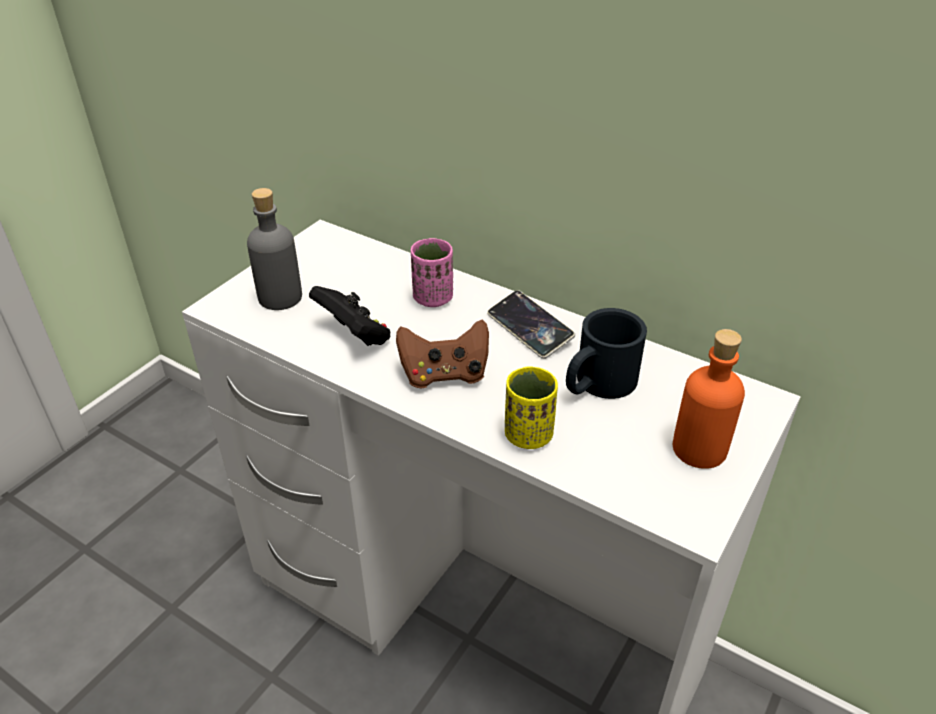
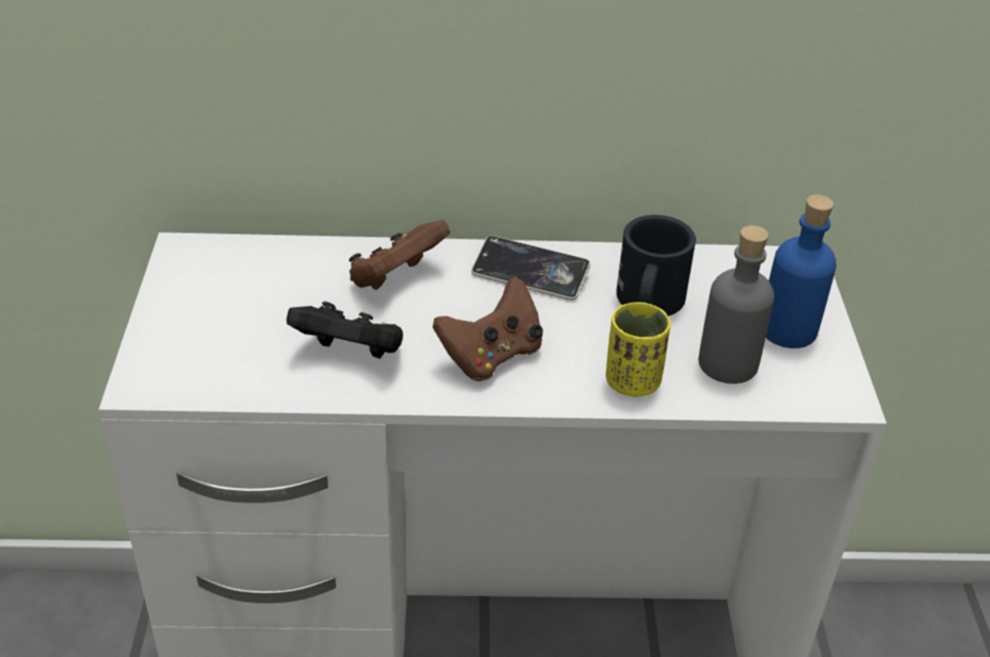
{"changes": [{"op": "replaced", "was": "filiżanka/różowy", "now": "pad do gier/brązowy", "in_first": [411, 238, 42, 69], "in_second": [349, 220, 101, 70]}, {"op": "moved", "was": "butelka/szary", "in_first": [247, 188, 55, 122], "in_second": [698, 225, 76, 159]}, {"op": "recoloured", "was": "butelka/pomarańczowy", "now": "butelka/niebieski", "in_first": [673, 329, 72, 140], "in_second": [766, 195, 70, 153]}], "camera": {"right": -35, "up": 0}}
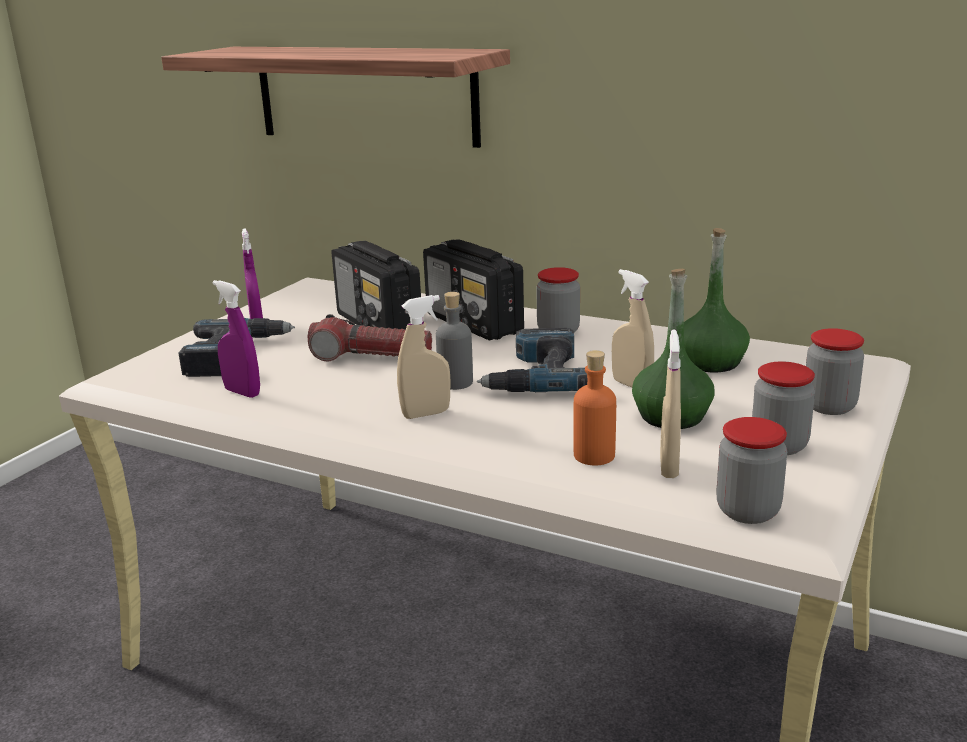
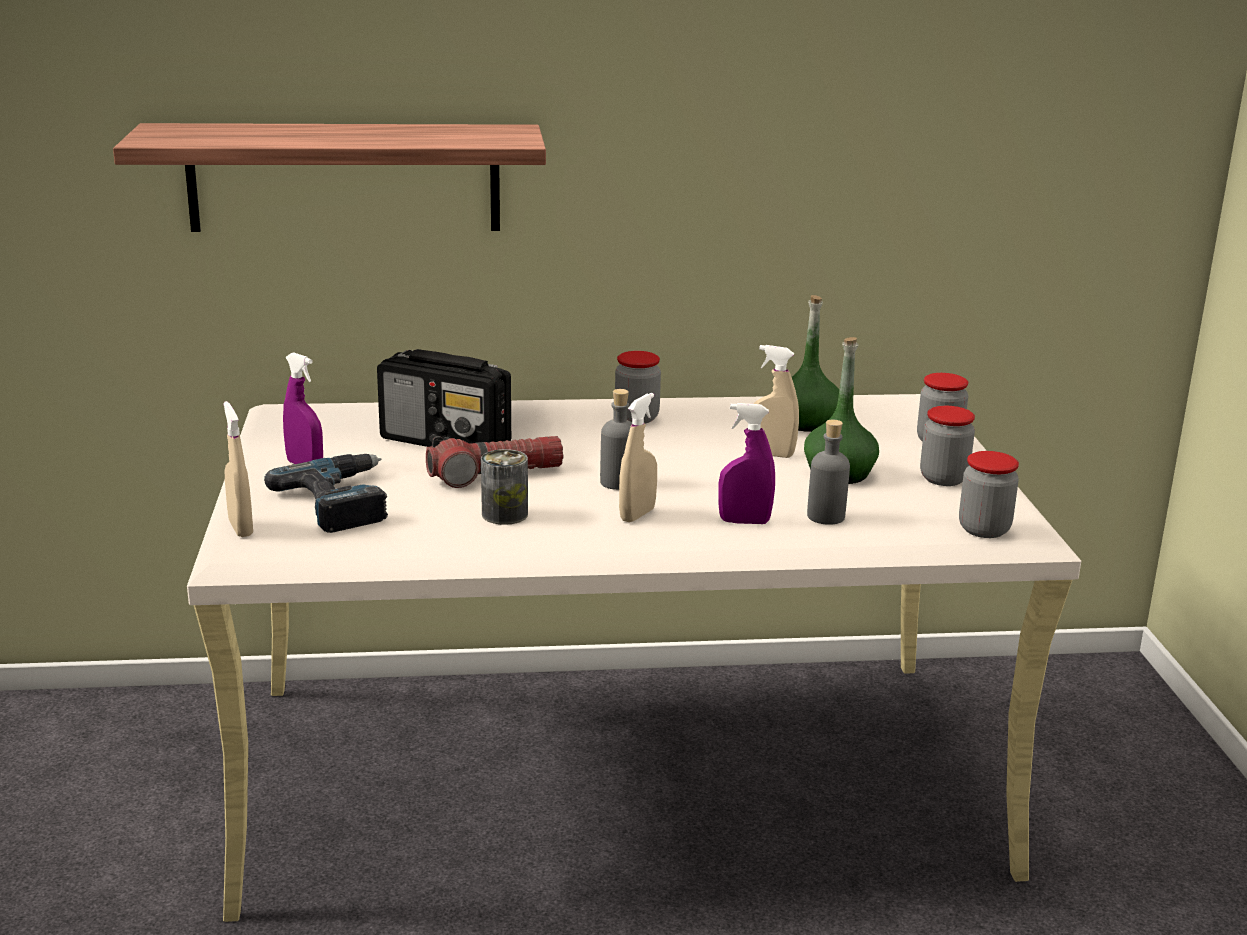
{"changes": [{"op": "moved", "was": "spryskiwacz/beżowy", "in_first": [660, 329, 21, 149], "in_second": [223, 401, 30, 136]}, {"op": "added", "now": "puszka", "in_second": [481, 449, 47, 76]}, {"op": "moved", "was": "spryskiwacz/fioletowy", "in_first": [213, 280, 47, 118], "in_second": [718, 403, 57, 121]}, {"op": "recoloured", "was": "butelka/pomarańczowy", "now": "butelka/szary", "in_first": [573, 350, 43, 115], "in_second": [807, 420, 43, 105]}, {"op": "removed", "was": "radio", "in_first": [423, 239, 101, 101]}, {"op": "removed", "was": "wiertarka", "in_first": [477, 328, 110, 64]}], "camera": {"right": -35, "up": 0}}
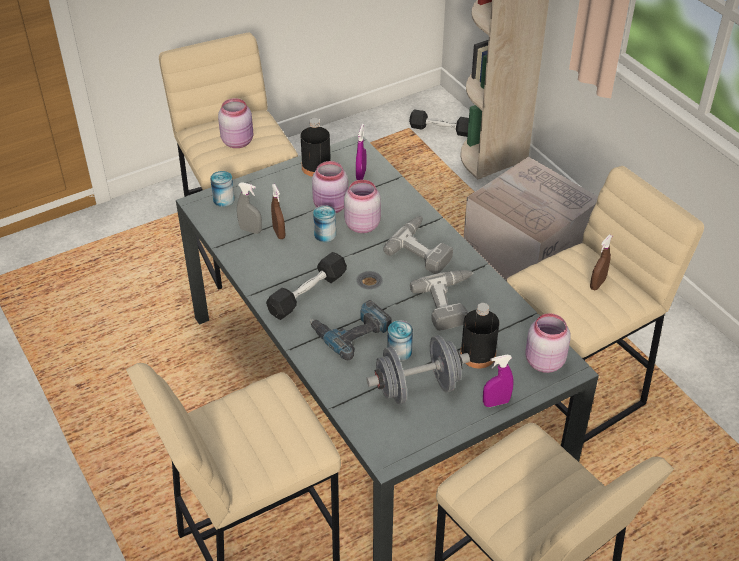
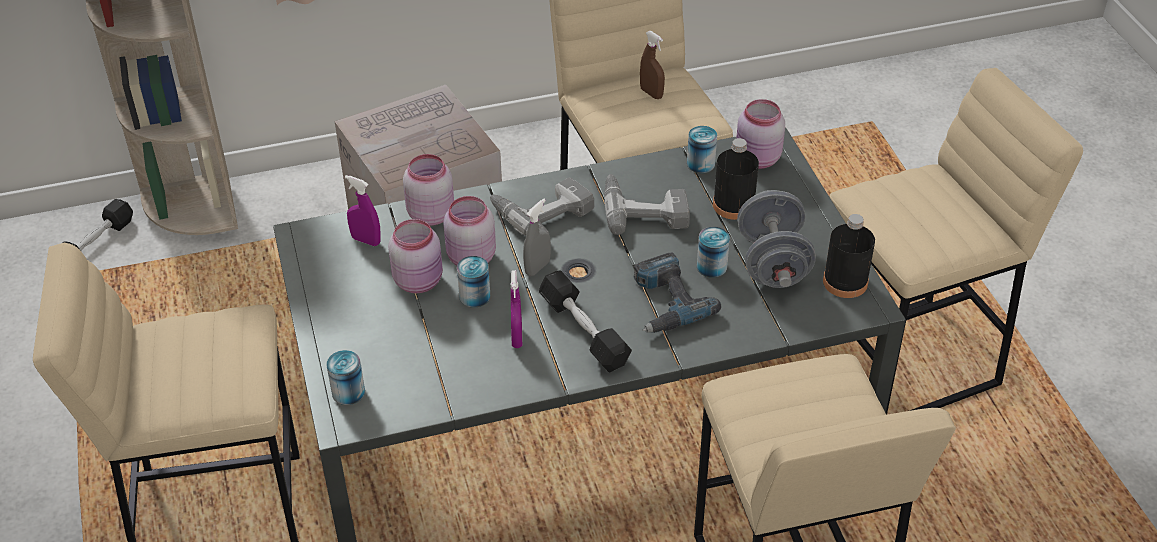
{"changes": [{"op": "moved", "was": "słoik/różowy", "in_first": [218, 98, 35, 50], "in_second": [403, 154, 51, 72]}, {"op": "moved", "was": "spryskiwacz/fioletowy", "in_first": [483, 355, 31, 52], "in_second": [511, 270, 11, 78]}, {"op": "moved", "was": "spryskiwacz/szary", "in_first": [237, 182, 25, 52], "in_second": [523, 199, 28, 77]}, {"op": "added", "now": "puszka", "in_second": [687, 126, 30, 47]}, {"op": "moved", "was": "butelka/czarny", "in_first": [300, 118, 31, 59], "in_second": [823, 214, 52, 84]}, {"op": "removed", "was": "spryskiwacz/brązowy", "in_first": [271, 184, 14, 55]}], "camera": {"right": -75, "up": 0}}
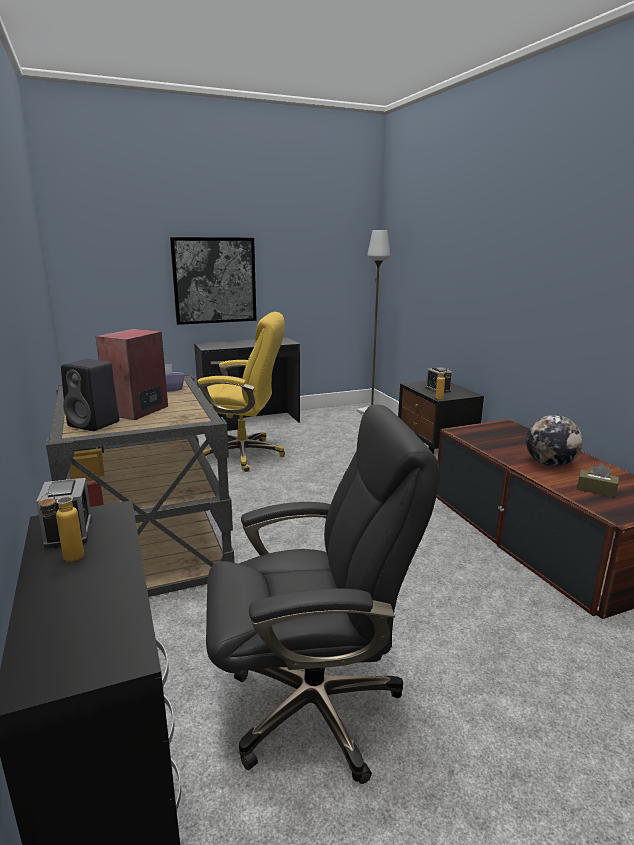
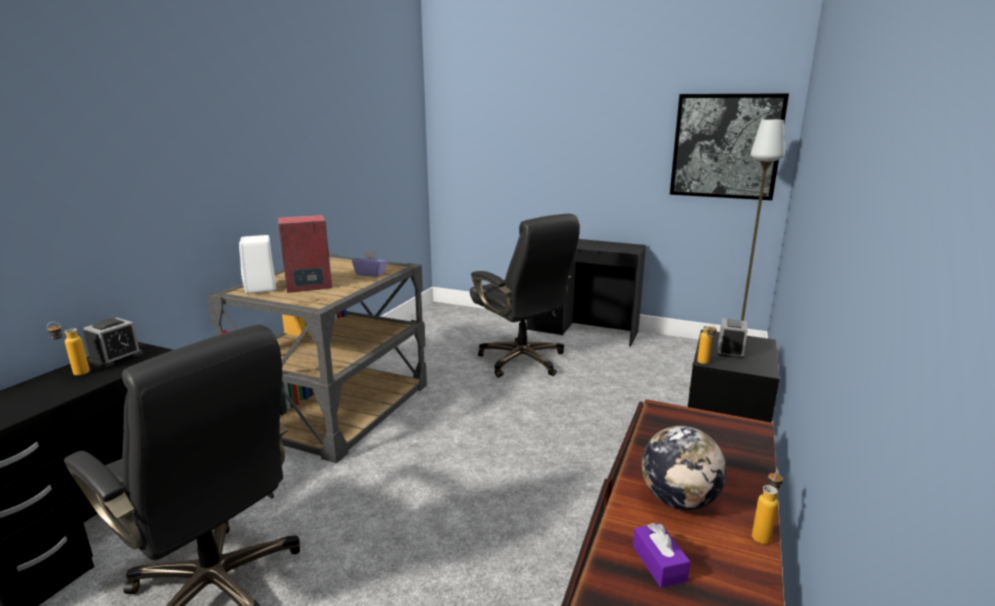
{"changes": [{"op": "recoloured", "was": "głośnik/czarny", "now": "głośnik/biały", "in_first": [61, 359, 58, 72], "in_second": [239, 235, 37, 59]}, {"op": "recoloured", "was": "krzesło biurowe/żółty", "now": "krzesło biurowe/czarny", "in_first": [197, 312, 88, 160], "in_second": [470, 214, 110, 164]}, {"op": "recoloured", "was": "pudełko chusteczek/brązowy", "now": "pudełko chusteczek/fioletowy", "in_first": [577, 463, 42, 35], "in_second": [633, 523, 58, 65]}, {"op": "moved", "was": "obraz", "in_first": [170, 237, 87, 88], "in_second": [670, 93, 119, 107]}, {"op": "added", "now": "butelka", "in_second": [752, 469, 31, 75]}], "camera": {"right": 45, "up": 0}}
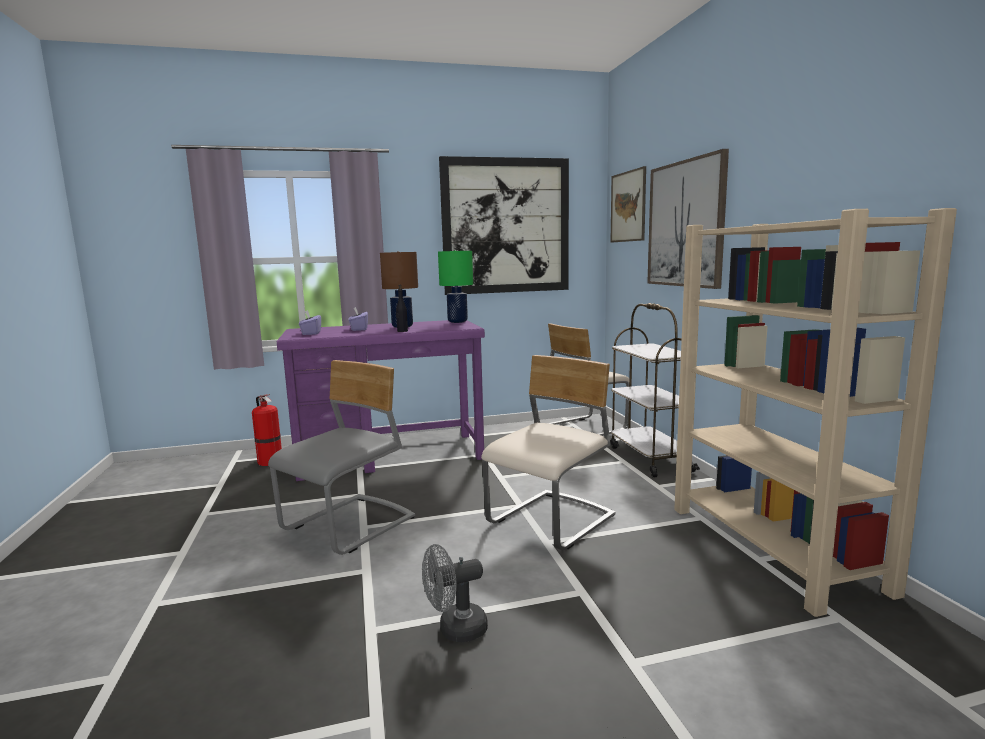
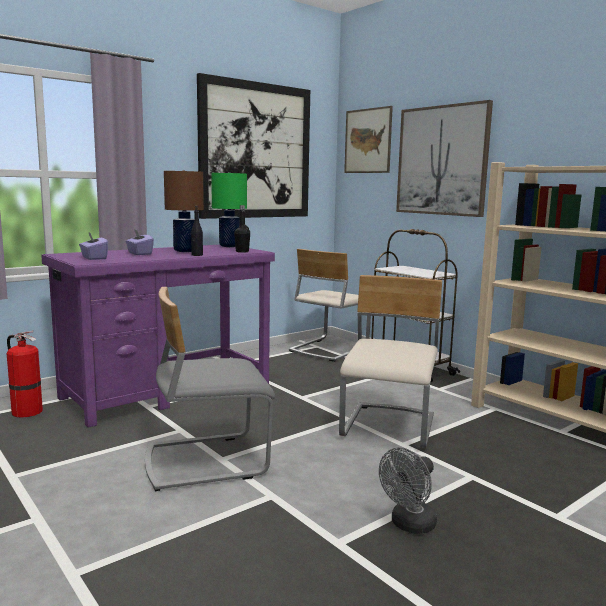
{"changes": [{"op": "turned", "was": "krzesło/szary", "in_first": [268, 360, 147, 195], "in_second": [145, 287, 130, 204], "clockwise": -120}, {"op": "added", "now": "butelka/czarny", "in_second": [234, 205, 16, 48]}], "camera": {"right": -25, "up": 0}}
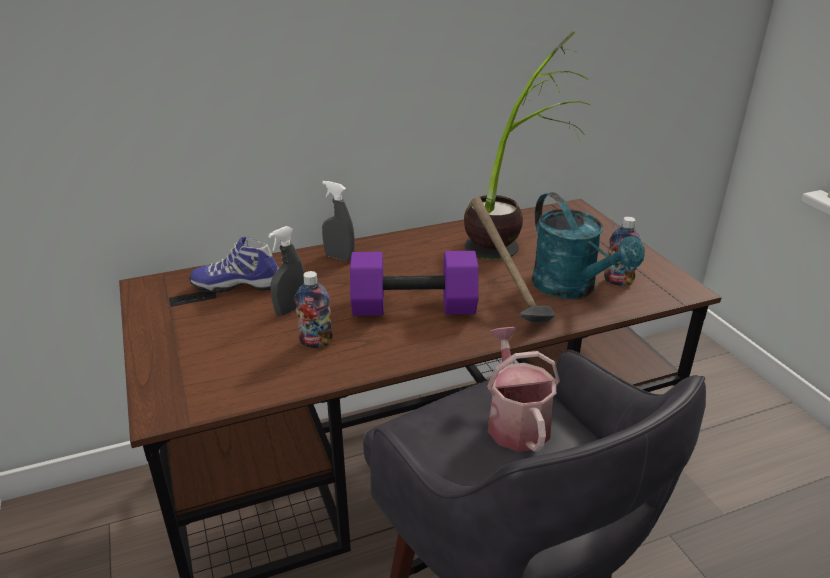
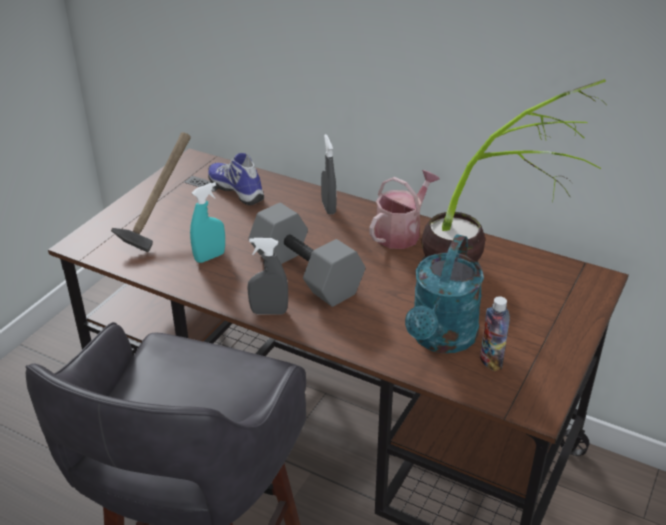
{"changes": [{"op": "moved", "was": "młotek", "in_first": [471, 197, 84, 125], "in_second": [111, 132, 80, 120]}, {"op": "replaced", "was": "butelka", "now": "spryskiwacz/turkusowy", "in_first": [295, 271, 38, 77], "in_second": [190, 182, 35, 81]}, {"op": "moved", "was": "spryskiwacz/szary", "in_first": [268, 226, 36, 90], "in_second": [247, 238, 41, 77]}, {"op": "recoloured", "was": "hantel/fioletowy", "now": "hantel/szary", "in_first": [350, 251, 129, 65], "in_second": [248, 203, 117, 104]}, {"op": "moved", "was": "konewka", "in_first": [487, 327, 73, 125], "in_second": [369, 170, 71, 79]}], "camera": {"right": 50, "up": 5}}
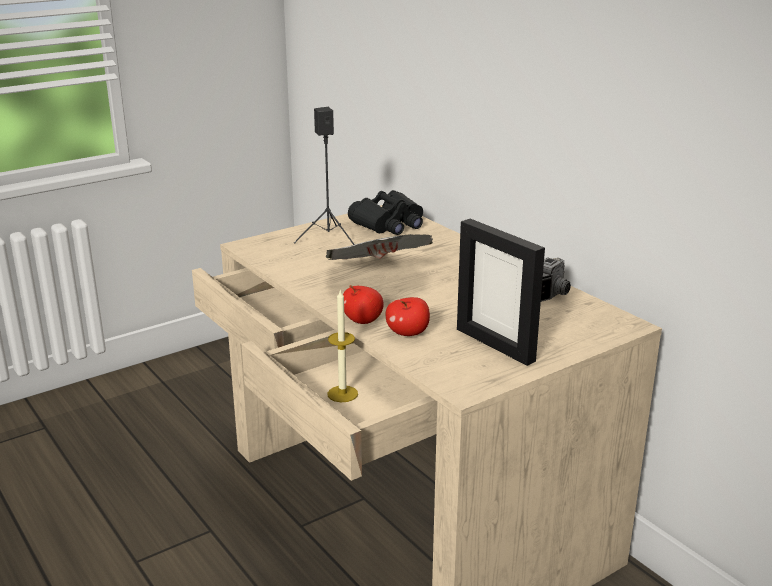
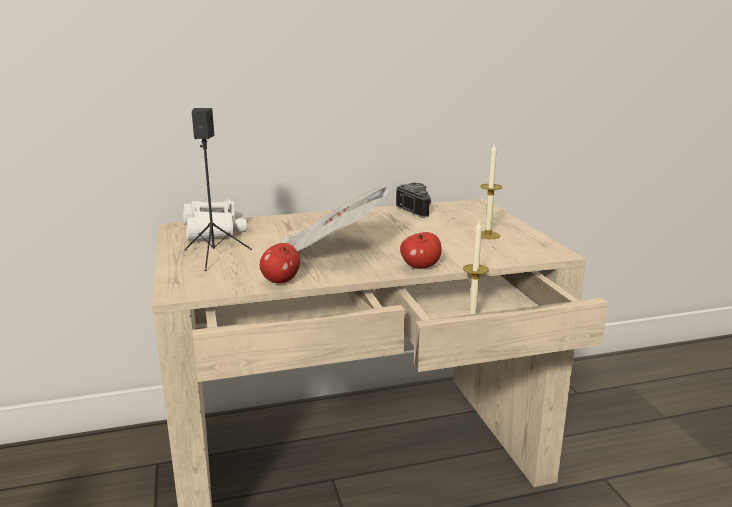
{"changes": [{"op": "recoloured", "was": "lornetka/czarny", "now": "lornetka/biały", "in_first": [348, 190, 75, 45], "in_second": [183, 200, 64, 41]}, {"op": "moved", "was": "jabłko", "in_first": [386, 297, 44, 39], "in_second": [260, 243, 40, 40]}, {"op": "replaced", "was": "ramka na zdjęcie", "now": "świeca", "in_first": [457, 219, 88, 147], "in_second": [480, 144, 22, 95]}], "camera": {"right": -70, "up": -5}}
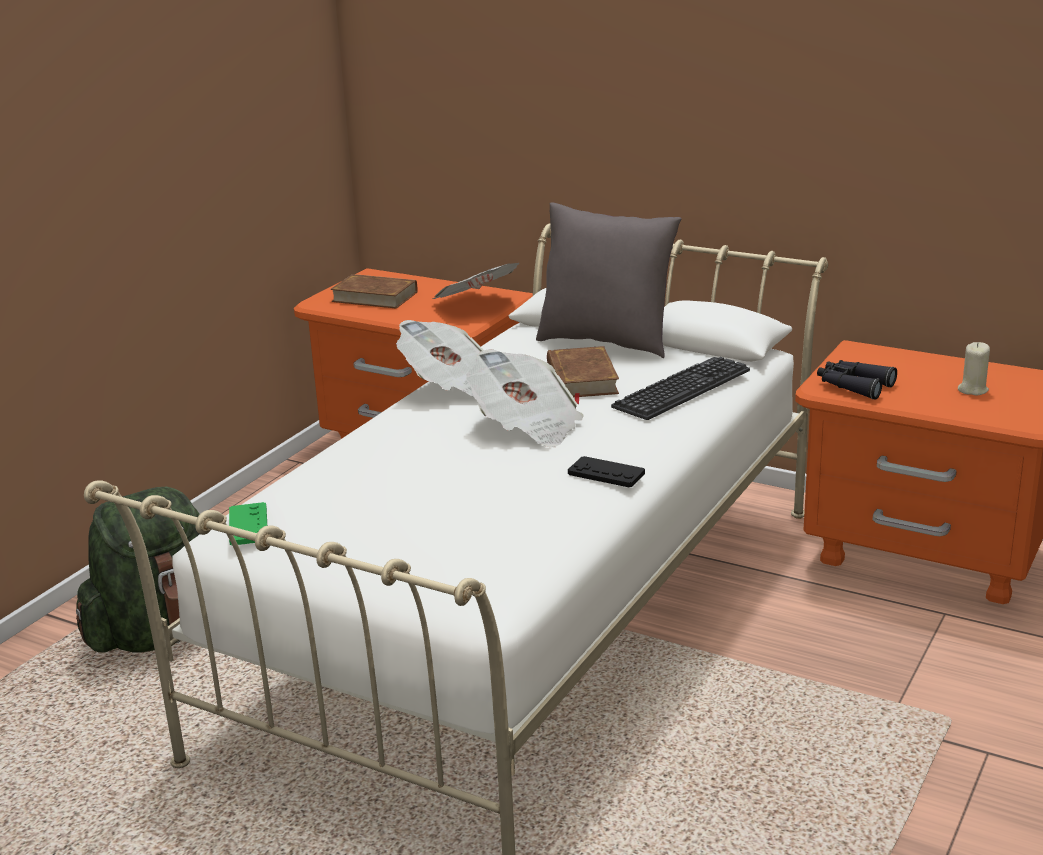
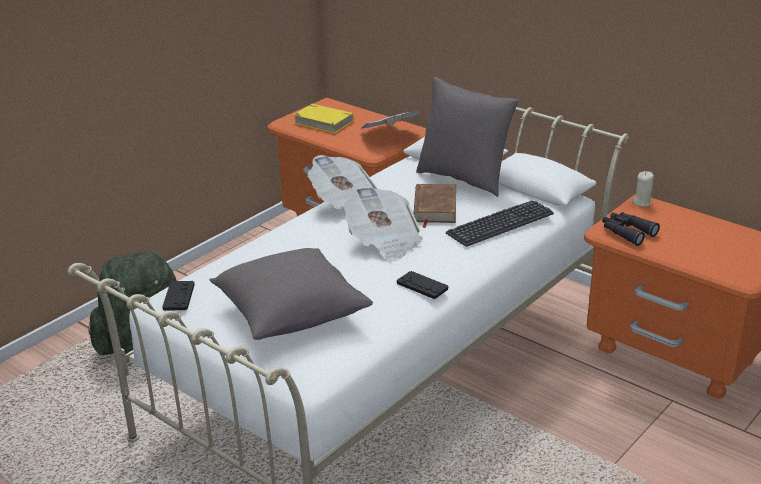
{"changes": [{"op": "recoloured", "was": "pad do gier/zielony", "now": "pad do gier/czarny", "in_first": [229, 502, 38, 43], "in_second": [162, 281, 33, 30]}, {"op": "added", "now": "poduszka/szary", "in_second": [209, 248, 164, 92]}, {"op": "recoloured", "was": "książka/brązowy", "now": "książka/żółty", "in_first": [330, 274, 87, 34], "in_second": [293, 104, 61, 29]}, {"op": "moved", "was": "świeca/beżowy", "in_first": [958, 342, 32, 53], "in_second": [632, 171, 22, 36]}], "camera": {"right": 10, "up": 5}}
